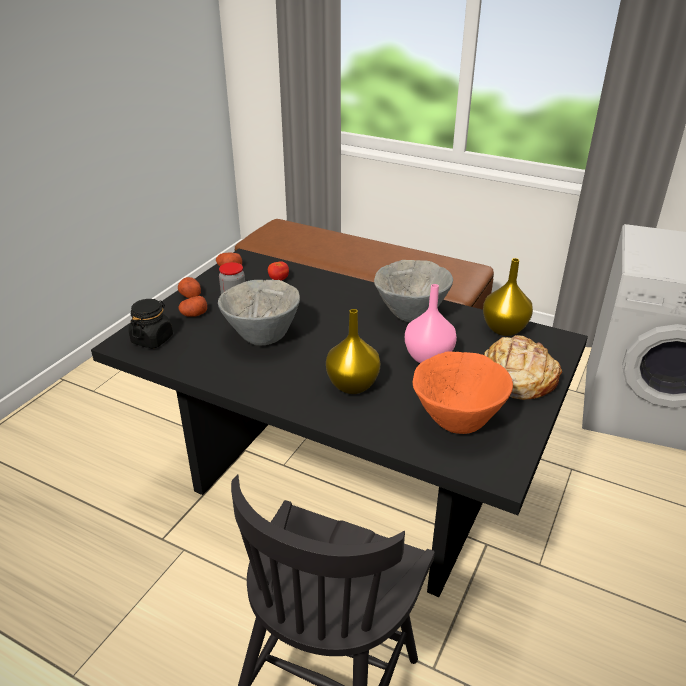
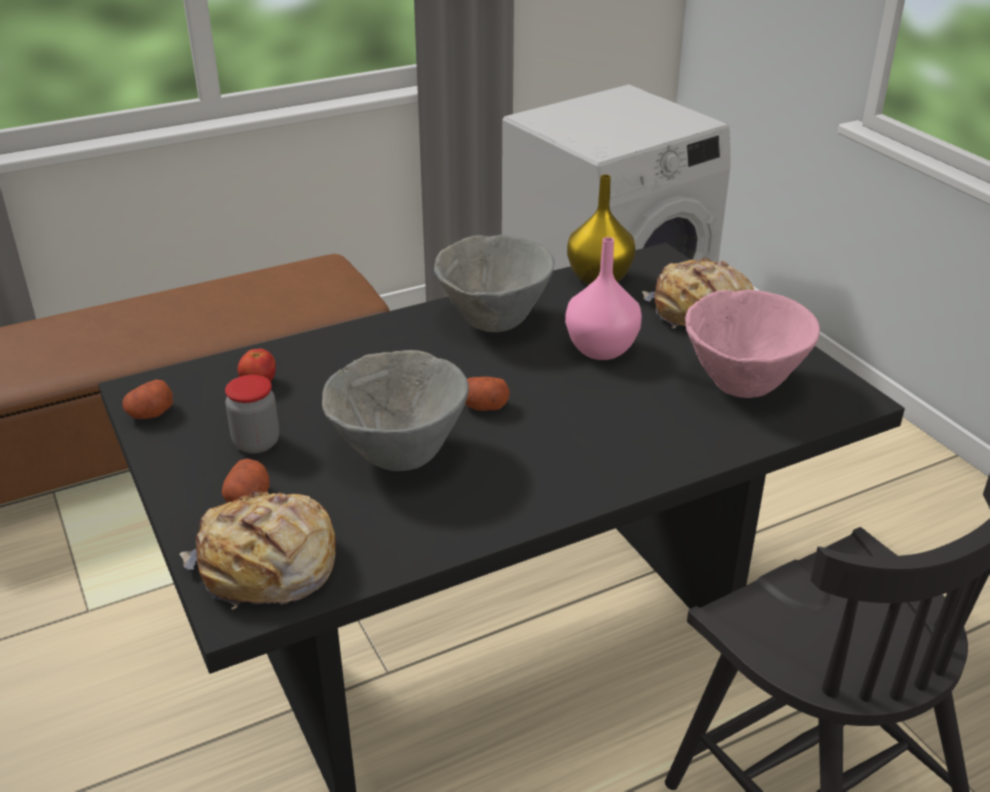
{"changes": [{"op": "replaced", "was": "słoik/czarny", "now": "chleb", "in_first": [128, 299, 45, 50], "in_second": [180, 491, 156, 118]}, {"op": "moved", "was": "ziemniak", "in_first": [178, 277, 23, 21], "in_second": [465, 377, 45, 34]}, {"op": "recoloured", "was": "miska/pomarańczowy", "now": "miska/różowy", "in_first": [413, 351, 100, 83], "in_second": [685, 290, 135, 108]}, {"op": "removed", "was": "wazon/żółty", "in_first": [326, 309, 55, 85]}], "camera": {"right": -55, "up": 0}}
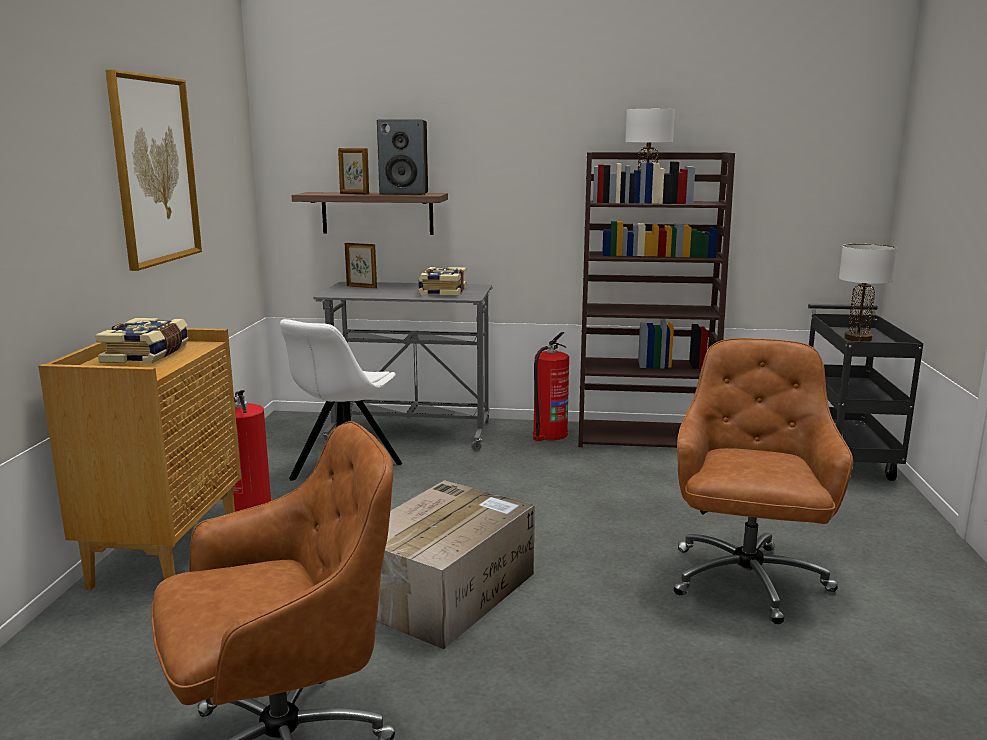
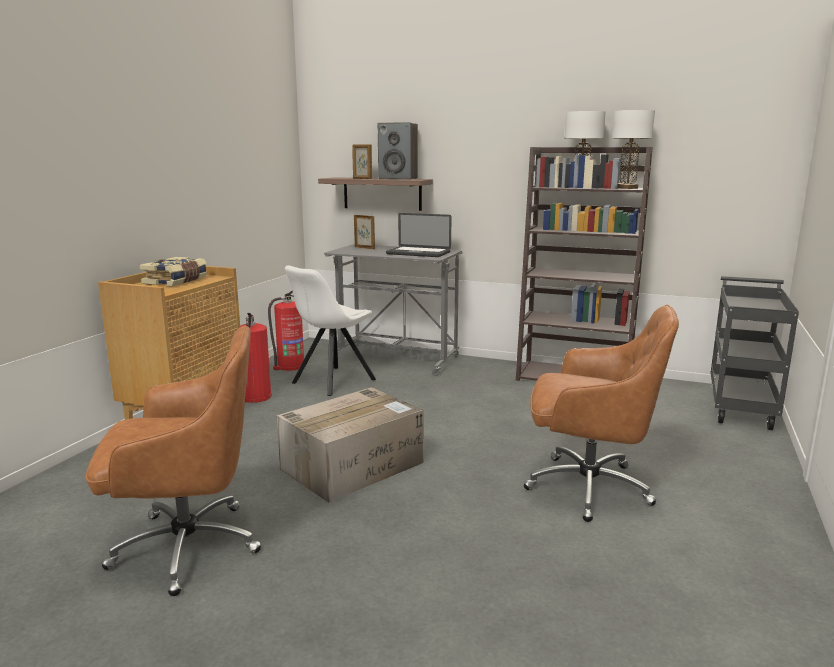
{"changes": [{"op": "moved", "was": "gaśnica", "in_first": [533, 332, 36, 109], "in_second": [268, 290, 36, 81]}, {"op": "replaced", "was": "książka", "now": "laptop", "in_first": [418, 267, 48, 29], "in_second": [386, 213, 66, 44]}, {"op": "turned", "was": "krzesło biurowe/brązowy", "in_first": [674, 338, 179, 286], "in_second": [524, 305, 155, 217], "clockwise": 75}, {"op": "moved", "was": "lampa stołowa", "in_first": [839, 244, 58, 98], "in_second": [611, 110, 44, 79]}, {"op": "removed", "was": "obraz", "in_first": [105, 70, 97, 201]}], "camera": {"right": 15, "up": 0}}
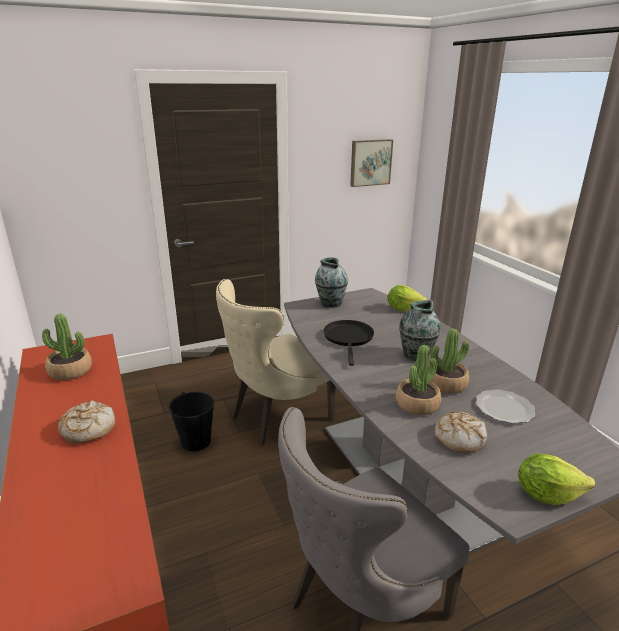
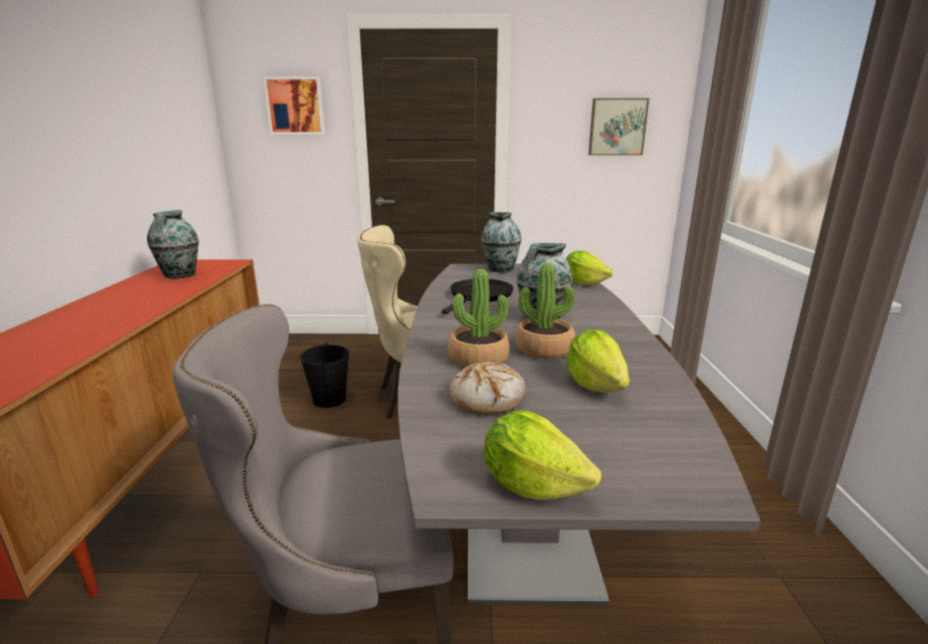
{"changes": [{"op": "replaced", "was": "roślina doniczkowa", "now": "wazon", "in_first": [42, 314, 50, 66], "in_second": [147, 210, 52, 68]}, {"op": "added", "now": "obraz", "in_second": [264, 77, 61, 58]}, {"op": "replaced", "was": "talerz", "now": "sałata", "in_first": [476, 389, 60, 35], "in_second": [567, 329, 63, 63]}, {"op": "removed", "was": "chleb", "in_first": [58, 400, 57, 43]}], "camera": {"right": 25, "up": -5}}
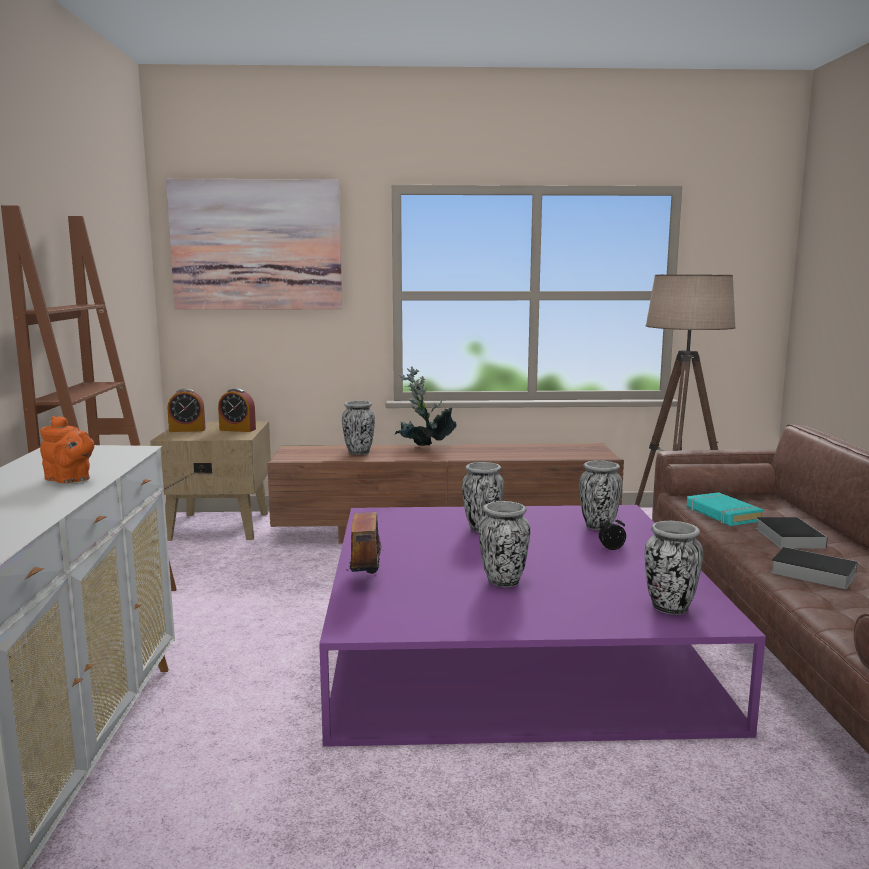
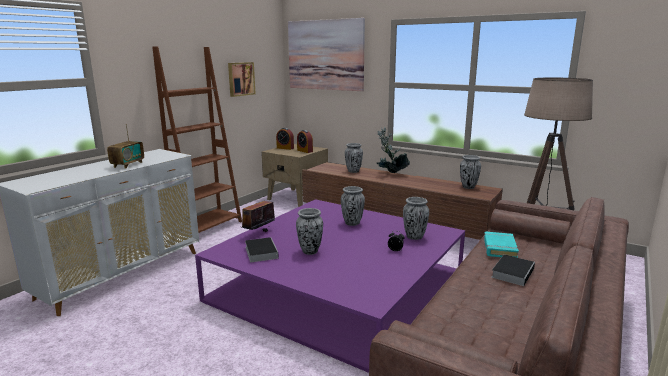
{"changes": [{"op": "replaced", "was": "imbryk/pomarańczowy", "now": "radio", "in_first": [40, 416, 54, 67], "in_second": [107, 124, 37, 45]}, {"op": "added", "now": "obraz", "in_second": [228, 62, 28, 35]}, {"op": "moved", "was": "książka", "in_first": [767, 547, 91, 42], "in_second": [245, 237, 34, 25]}, {"op": "moved", "was": "wazon", "in_first": [645, 521, 58, 94], "in_second": [460, 155, 21, 34]}], "camera": {"right": 35, "up": 5}}
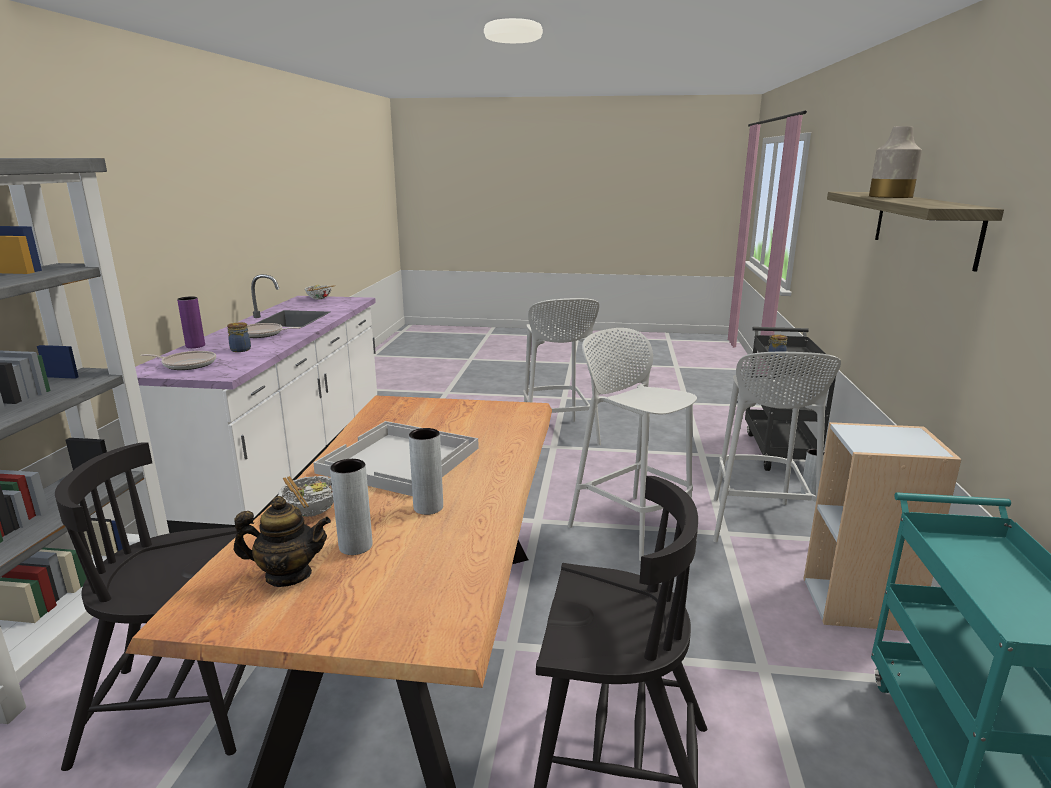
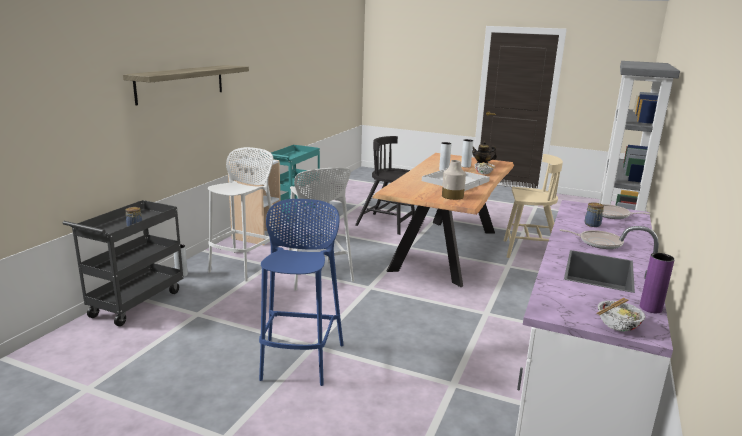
{"changes": [{"op": "recoloured", "was": "stołek/biały", "now": "stołek/niebieski", "in_first": [523, 298, 78, 147], "in_second": [259, 199, 85, 187]}, {"op": "moved", "was": "wazon/beżowy", "in_first": [869, 126, 53, 72], "in_second": [442, 160, 24, 40]}, {"op": "recoloured", "was": "krzesło/czarny", "now": "krzesło/beżowy", "in_first": [55, 443, 191, 328], "in_second": [503, 154, 60, 104]}, {"op": "moved", "was": "wazon/fioletowy", "in_first": [177, 297, 28, 51], "in_second": [640, 253, 35, 60]}], "camera": {"right": -165, "up": 0}}
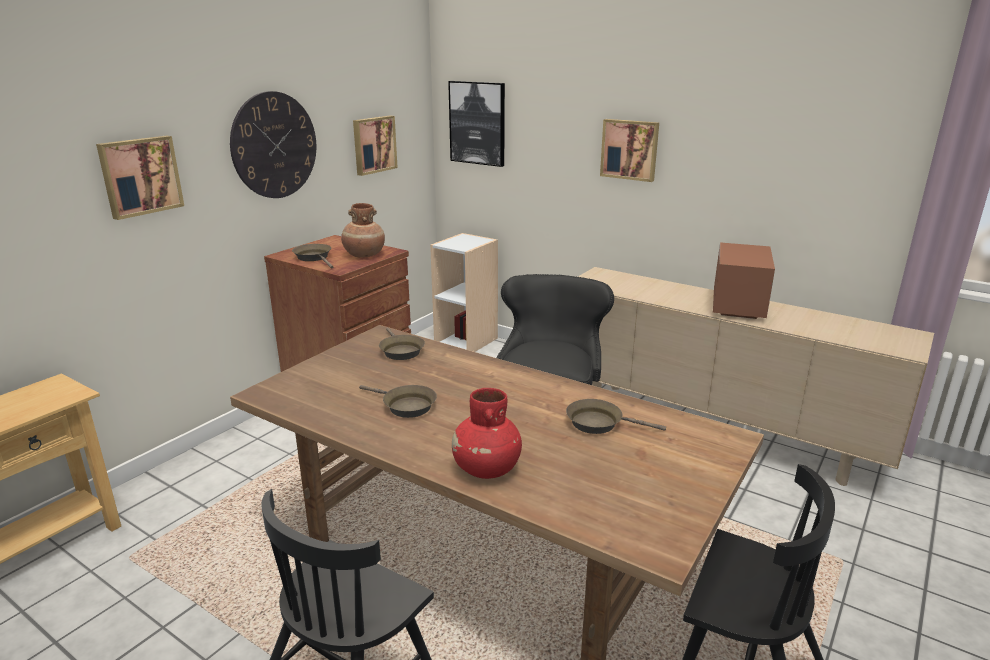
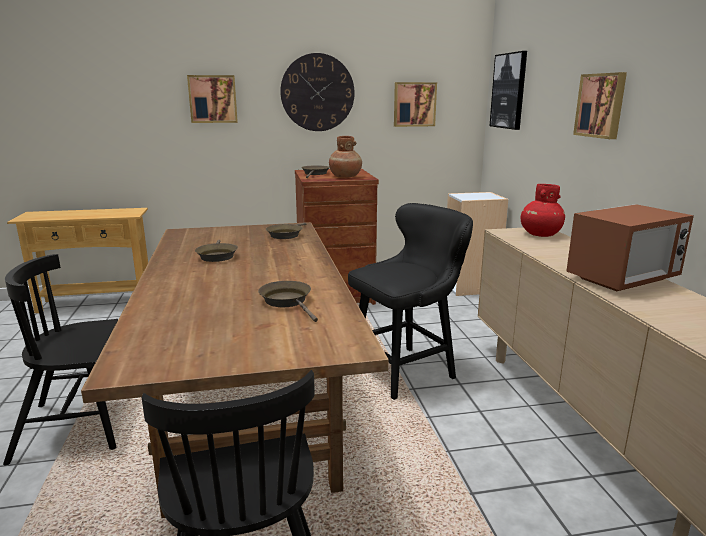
{"changes": [{"op": "moved", "was": "wazon/czerwony", "in_first": [452, 388, 70, 91], "in_second": [521, 184, 44, 53]}], "camera": {"right": 45, "up": -5}}
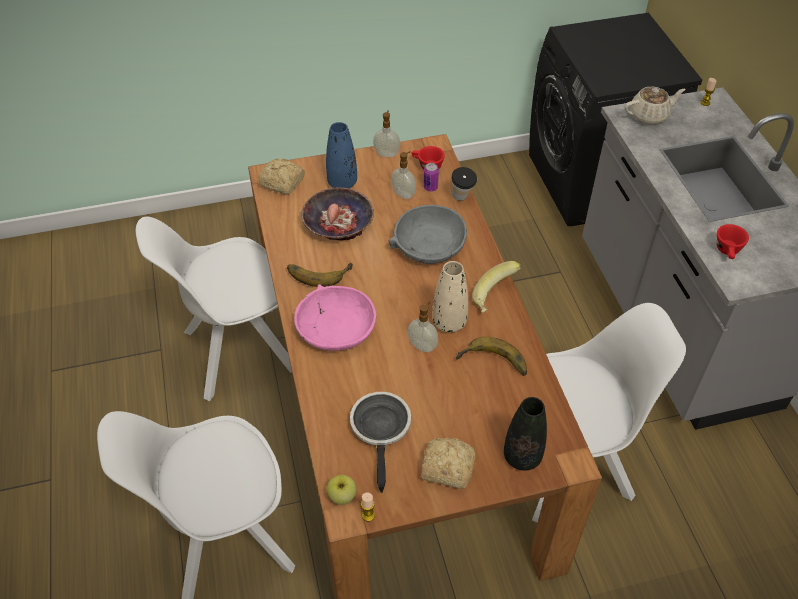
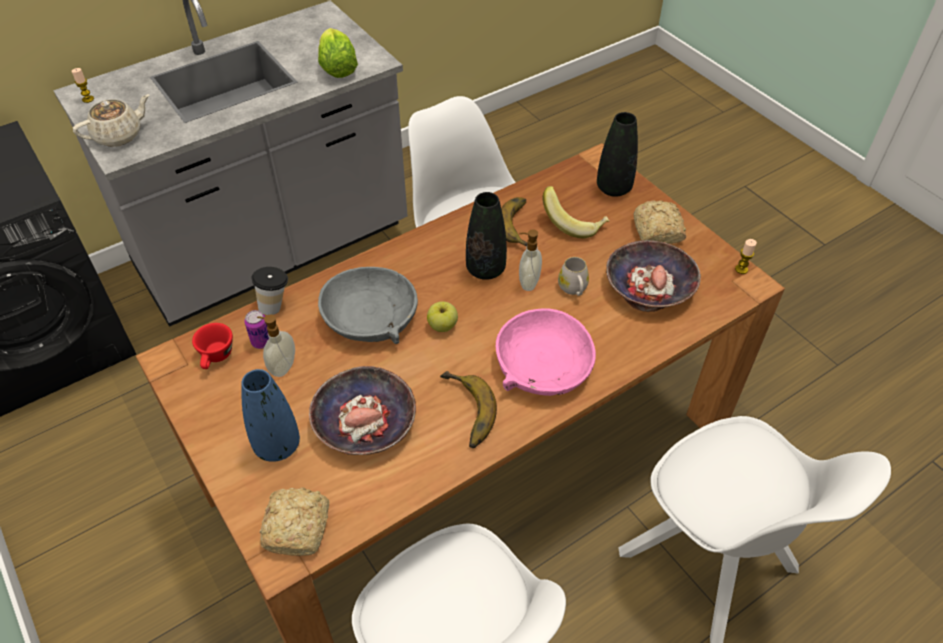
{"changes": [{"op": "turned", "was": "imbryk/beżowy", "in_first": [624, 87, 61, 38], "in_second": [73, 94, 77, 53], "clockwise": 90}, {"op": "replaced", "was": "filiżanka/czerwony", "now": "sałata", "in_first": [716, 224, 33, 35], "in_second": [318, 28, 40, 50]}, {"op": "moved", "was": "jabłko", "in_first": [326, 475, 31, 30], "in_second": [427, 301, 31, 31]}, {"op": "recoloured", "was": "wazon/beżowy", "now": "wazon/czarny", "in_first": [432, 261, 36, 71], "in_second": [466, 192, 41, 88]}, {"op": "moved", "was": "banan", "in_first": [472, 261, 49, 52], "in_second": [542, 186, 67, 52]}, {"op": "added", "now": "kubek/biały", "in_second": [558, 257, 31, 39]}, {"op": "replaced", "was": "patelnia", "now": "miska", "in_first": [350, 392, 61, 101], "in_second": [606, 240, 95, 72]}, {"op": "removed", "was": "dozownik mydła", "in_first": [373, 110, 27, 47]}], "camera": {"right": -110, "up": 0}}
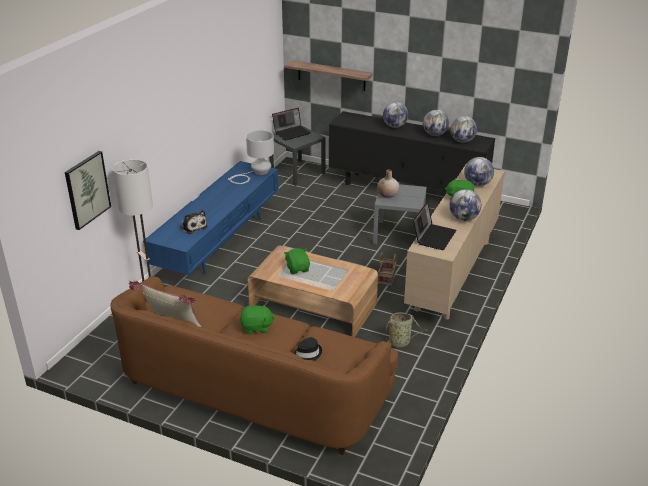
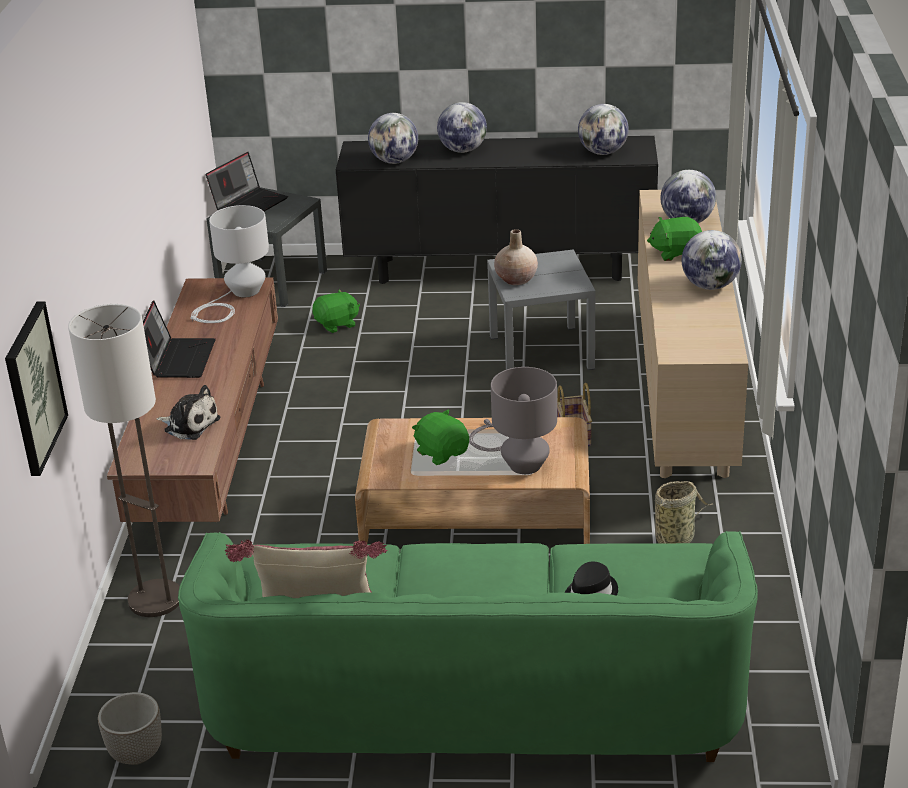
{"changes": [{"op": "added", "now": "donica", "in_second": [98, 692, 64, 73]}, {"op": "recoloured", "was": "szafka pod telewizor/niebieski", "now": "szafka pod telewizor/brązowy", "in_first": [143, 161, 136, 114], "in_second": [107, 278, 171, 244]}, {"op": "moved", "was": "laptop", "in_first": [413, 201, 44, 49], "in_second": [143, 300, 73, 78]}, {"op": "recoloured", "was": "kanapa/brązowy", "now": "kanapa/zielony", "in_first": [110, 276, 288, 179], "in_second": [178, 531, 580, 231]}, {"op": "moved", "was": "pluszak/zielony", "in_first": [240, 303, 35, 31], "in_second": [312, 289, 48, 44]}, {"op": "moved", "was": "globus", "in_first": [423, 110, 26, 26], "in_second": [368, 113, 50, 51]}, {"op": "added", "now": "lampa stołowa/szary", "in_second": [469, 367, 88, 107]}, {"op": "removed", "was": "półka", "in_first": [285, 60, 88, 31]}], "camera": {"right": -20, "up": 0}}
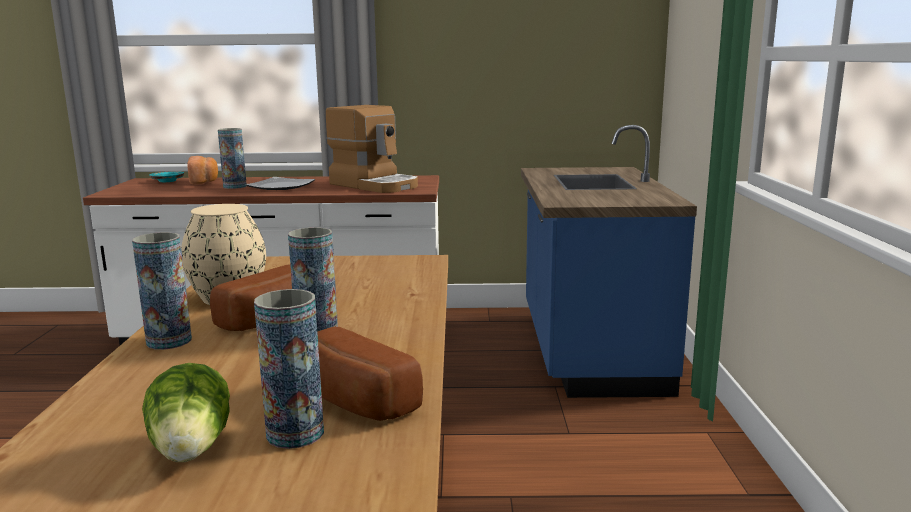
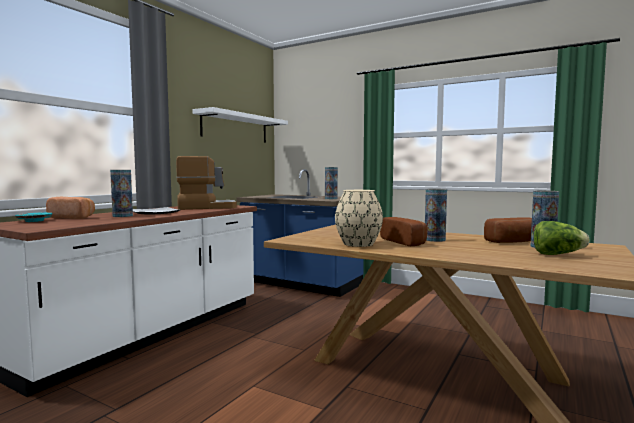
{"changes": [{"op": "added", "now": "półka/biały", "in_second": [193, 107, 95, 36]}, {"op": "moved", "was": "wazon", "in_first": [132, 232, 60, 118], "in_second": [325, 167, 13, 32]}], "camera": {"right": -60, "up": -10}}
